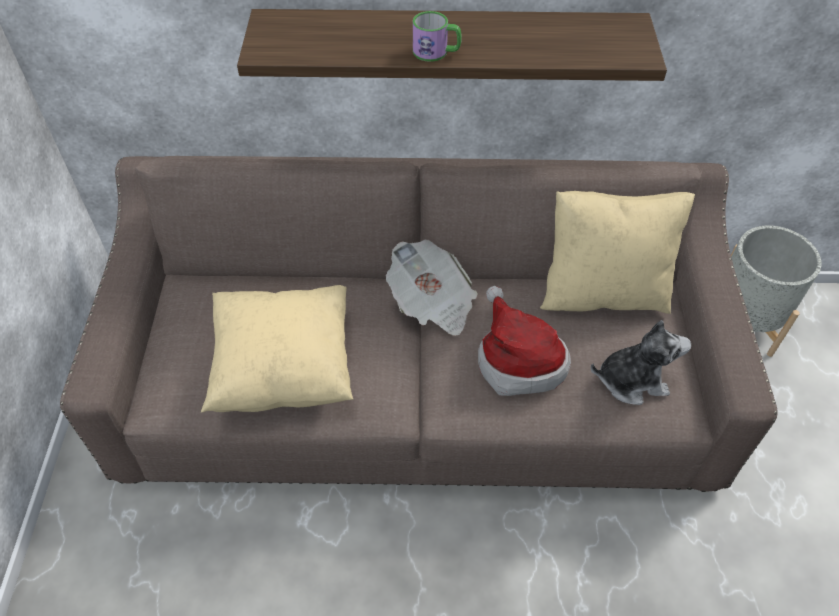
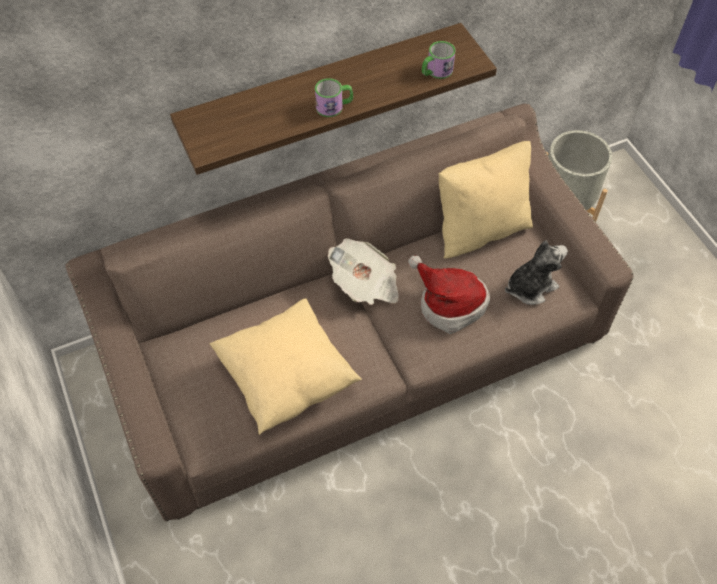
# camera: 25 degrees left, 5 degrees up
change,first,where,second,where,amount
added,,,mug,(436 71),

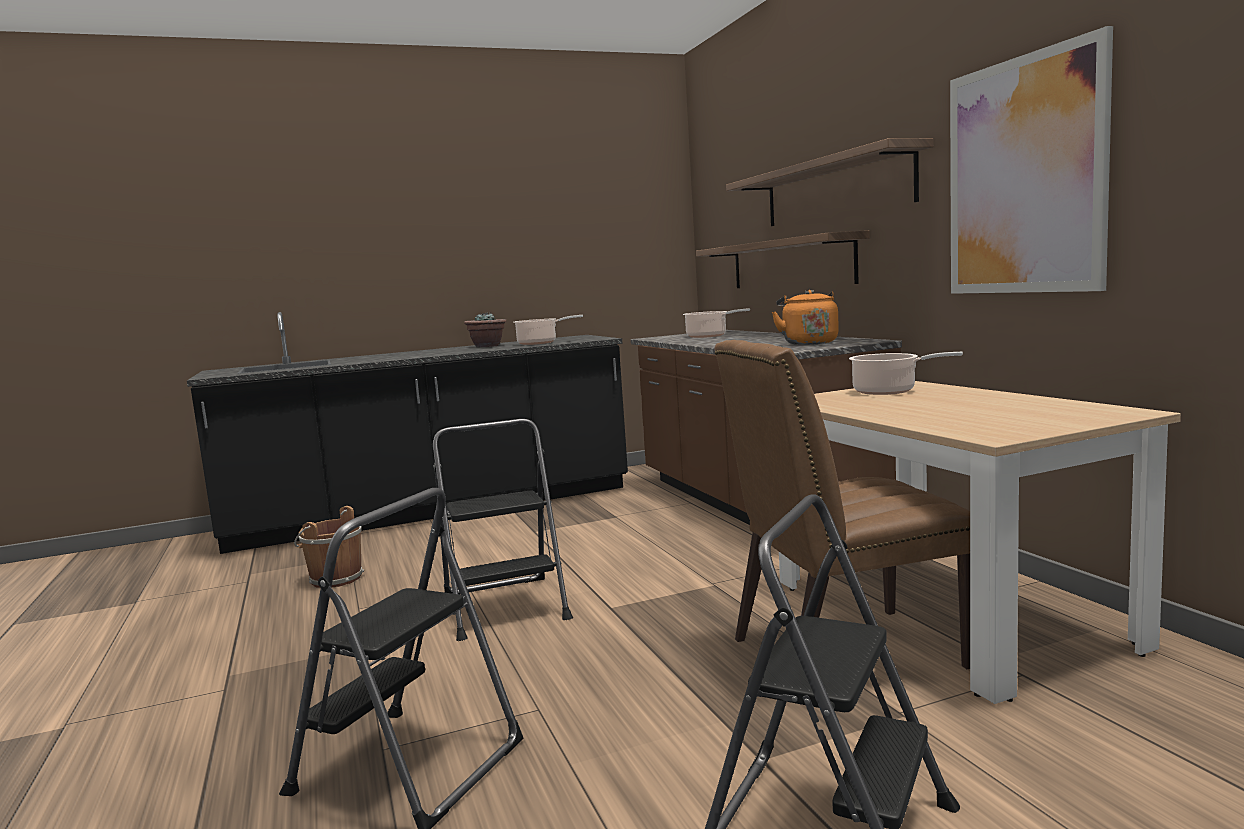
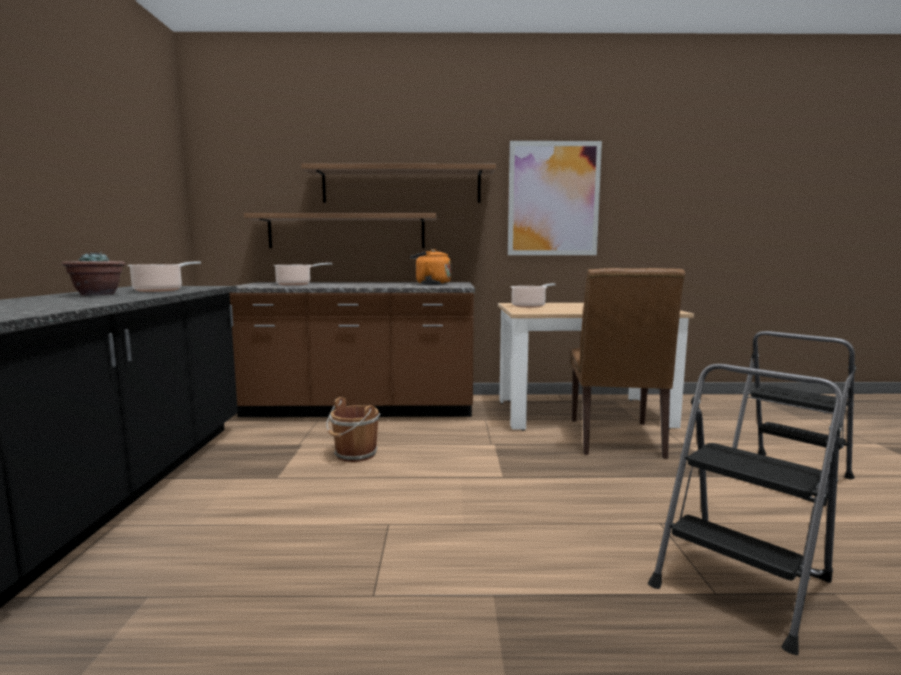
# camera: 70 degrees left, 0 degrees up
change,first,where,second,where,amount
moved,bucket (brown),(334 579),,(354 455),
removed,step ladder (black),(505 604),,,

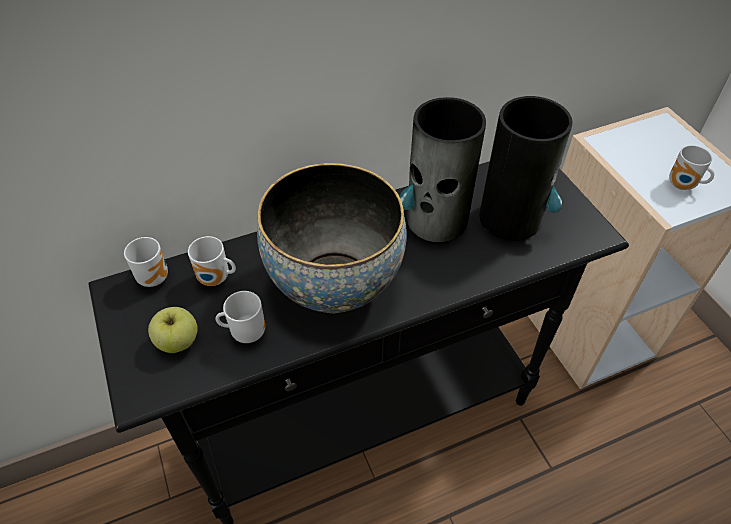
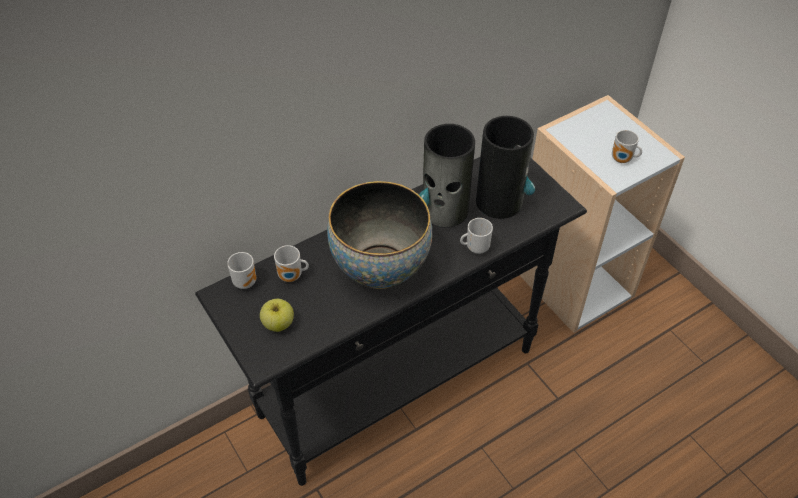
# camera: 10 degrees left, 0 degrees up
change,first,where,second,where,amount
moved,mug,(246 332),,(475 247),

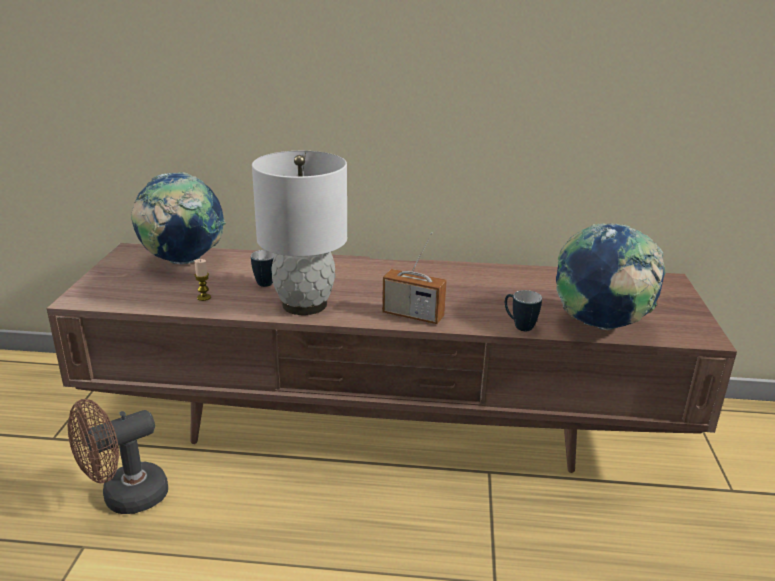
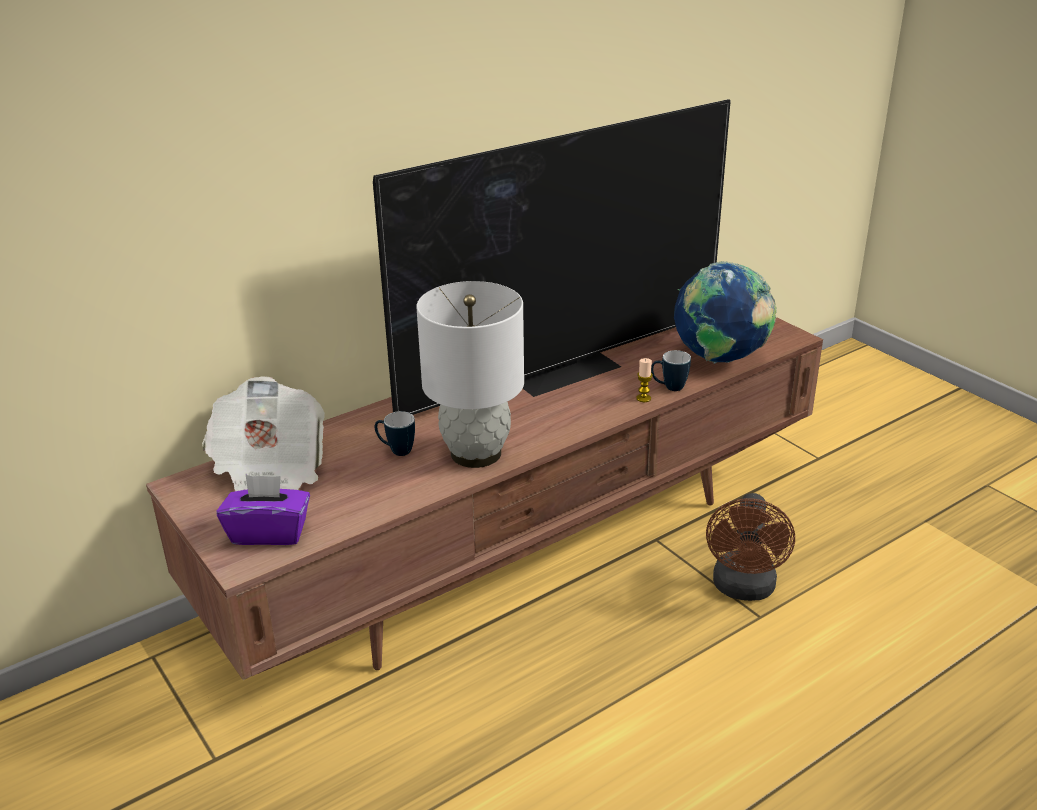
# camera: 40 degrees left, 5 degrees up
change,first,where,second,where,amount
moved,fan (brown),(125 498),,(743 589),
replaced,globe,(182 261),newspaper,(269 470),
moved,candle,(204 297),,(643 398),
removed,radio,(413 315),,,
added,,,tissue box (purple),(269 532),
added,,,television,(563 368),

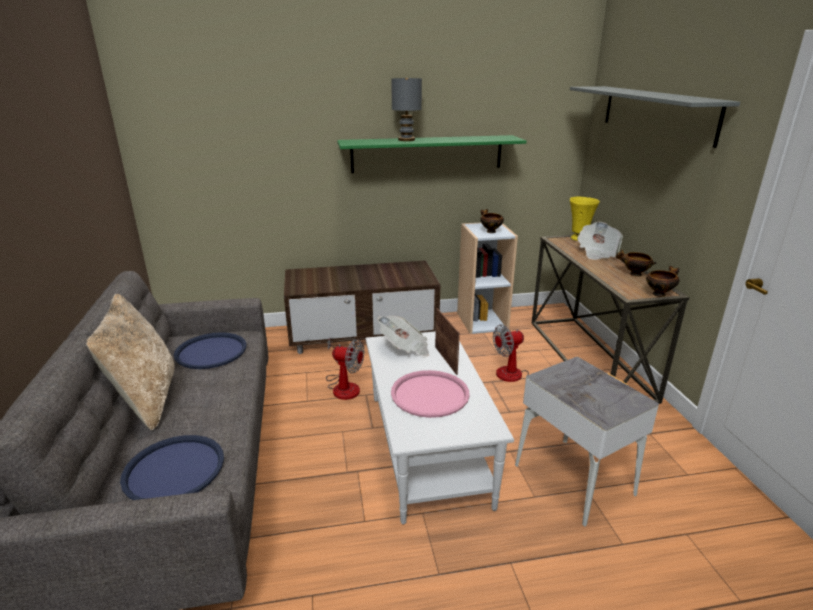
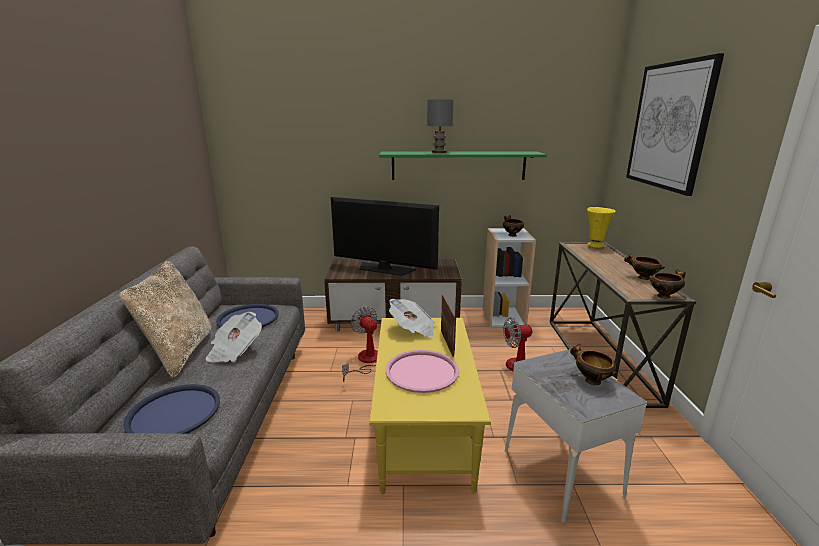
# camera: 10 degrees right, 5 degrees down
change,first,where,second,where,amount
turned,fan,(344 386),,(365 361),150 degrees counterclockwise
recoloured,coffee table (white),(427 447),coffee table (yellow),(424 423),
replaced,shelf (grey),(656 113),picture,(669 126),
moved,newspaper,(597 252),,(234 350),
added,,,television,(384 269),
added,,,bowl,(591 380),

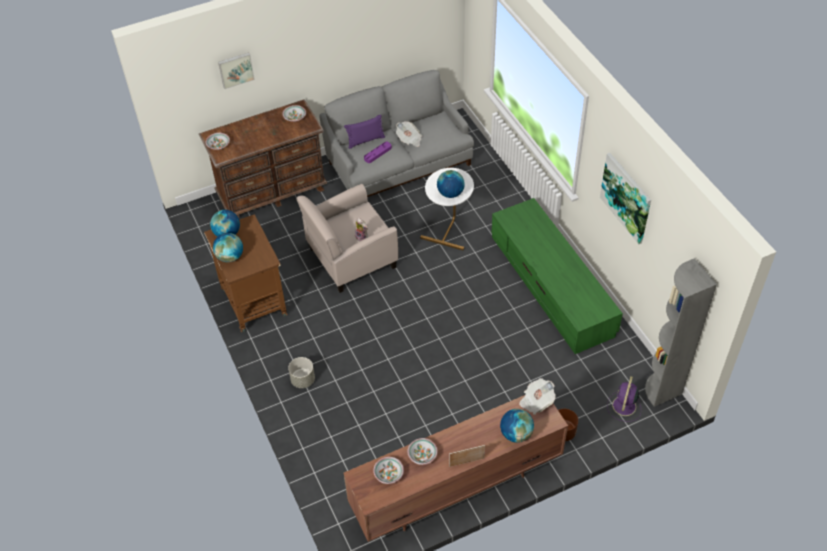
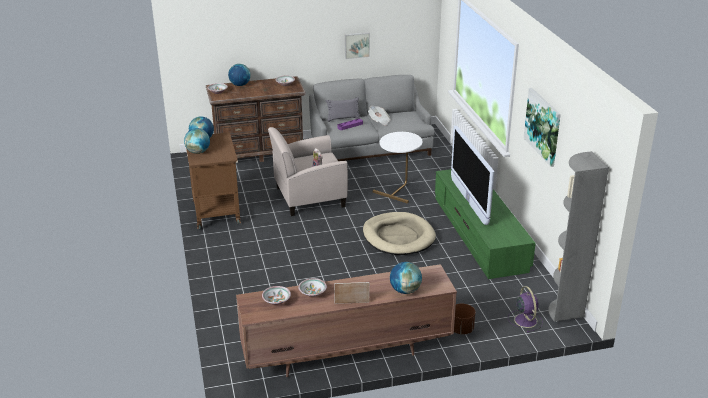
# camera: 10 degrees right, 20 degrees down
change,first,where,second,where,amount
moved,picture,(235 69),,(356 45),
removed,planter (grey),(303 380),,,
recoloured,pillow (purple),(365 140),pillow (grey),(343 118),
moved,globe,(450 193),,(240 85),
removed,newspaper,(536 401),,,
turned,fan (purple),(624 407),,(525 320),135 degrees clockwise
added,,,dog bed (beige),(398 237),
added,,,television,(469 201),

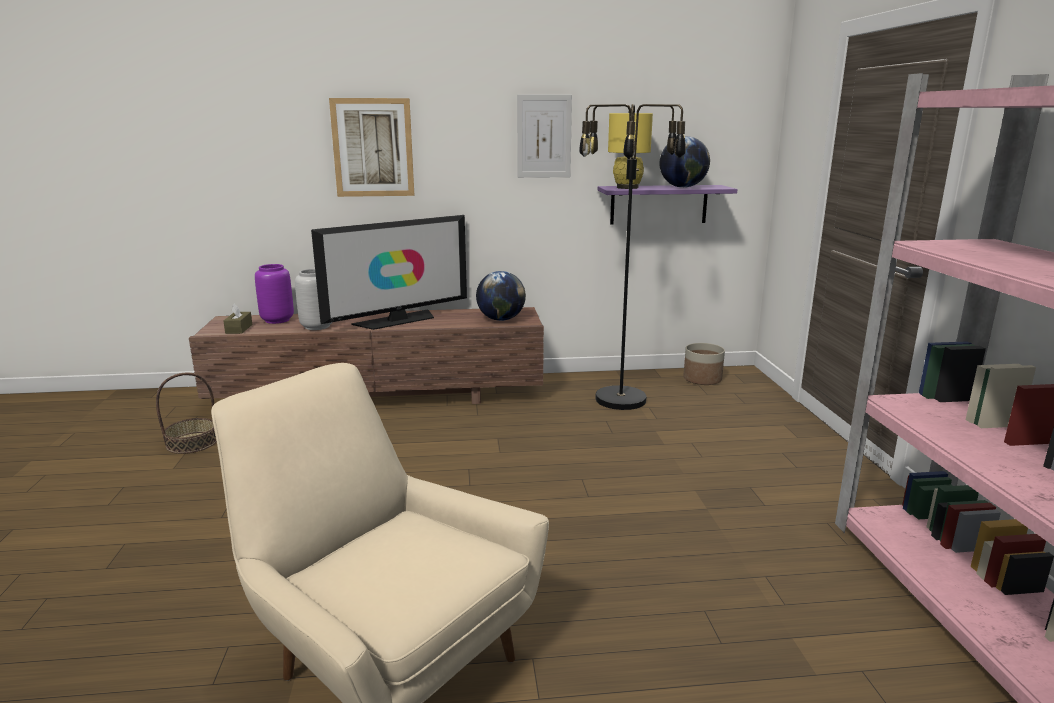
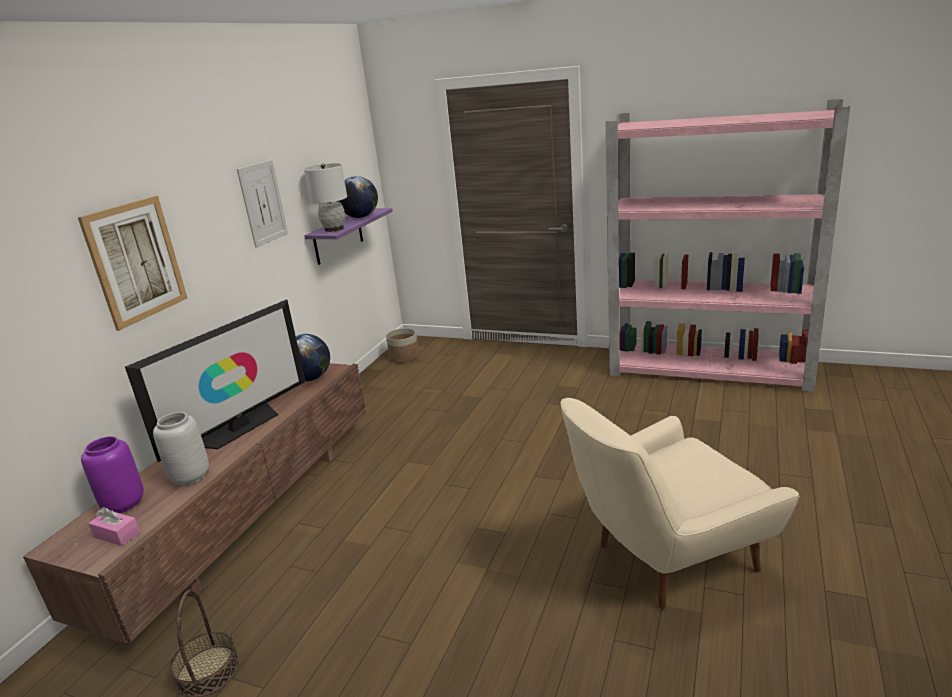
# camera: 60 degrees left, 5 degrees up
change,first,where,second,where,amount
recoloured,tissue box (brown),(239 329),tissue box (pink),(117 534),
turned,television,(397 320),,(239 427),45 degrees clockwise
removed,floor lamp,(620 400),,,
recoloured,table lamp (yellow),(627 187),table lamp (white),(334 229),

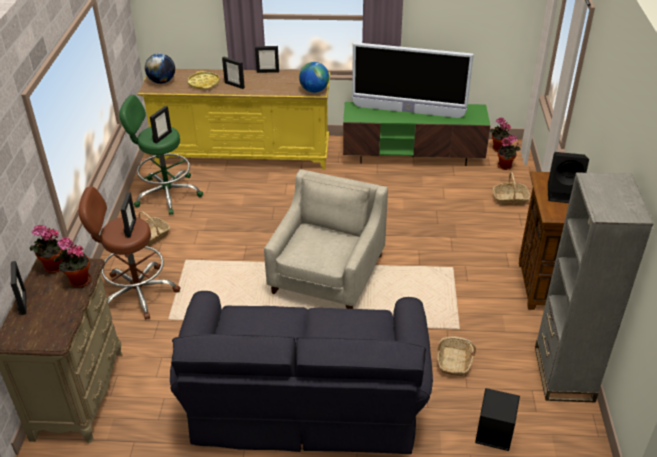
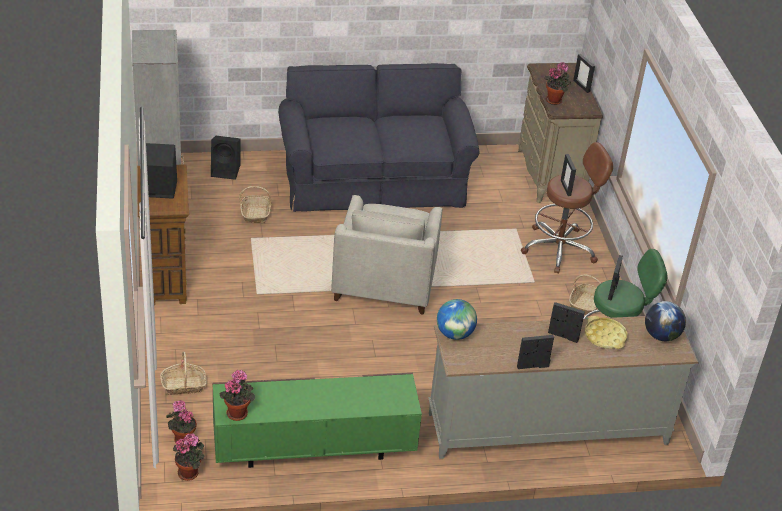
# camera: 165 degrees right, 0 degrees up
change,first,where,second,where,amount
moved,potted plant,(53 268),,(237 412),
recoloured,cabinet (yellow),(243 155),cabinet (grey),(547 427),
removed,television,(408 112),,,

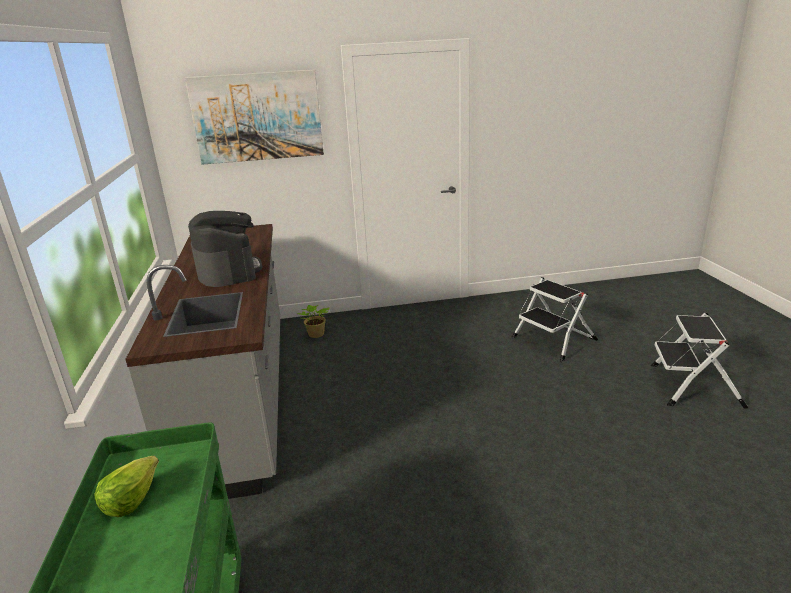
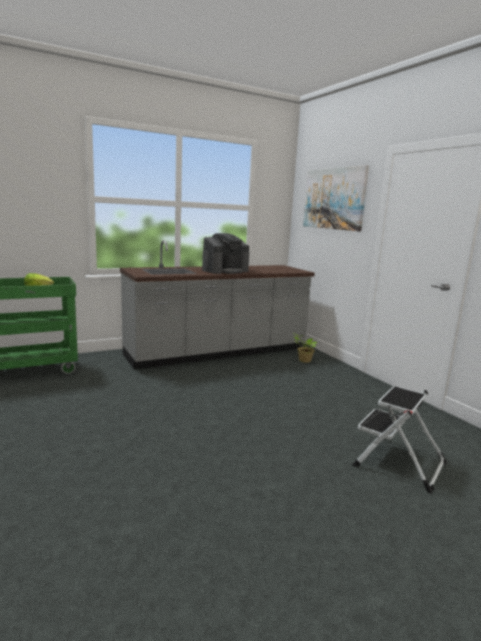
# camera: 70 degrees right, 10 degrees down
change,first,where,second,where,amount
removed,step ladder,(694 386),,,

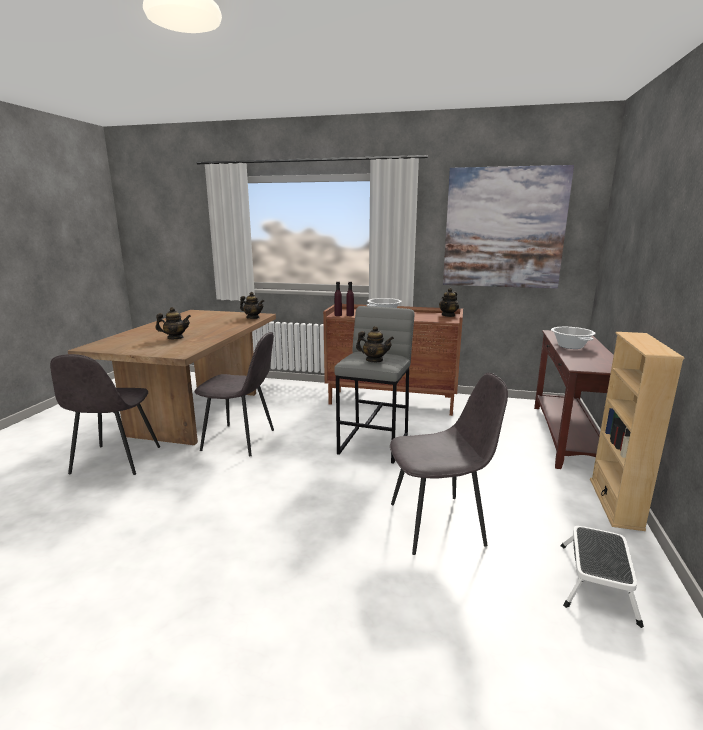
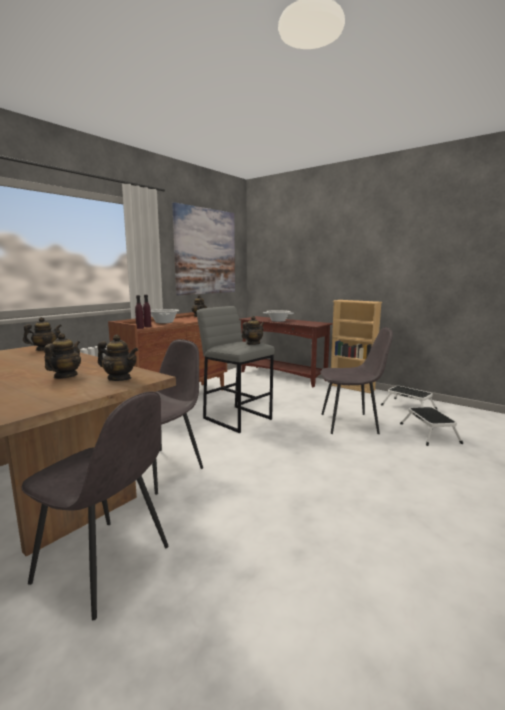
# camera: 65 degrees left, 5 degrees down
change,first,where,second,where,amount
turned,chair (grey),(439 523),,(350 423),75 degrees clockwise
added,,,teapot,(119 378),
added,,,step ladder (black),(429 433),

